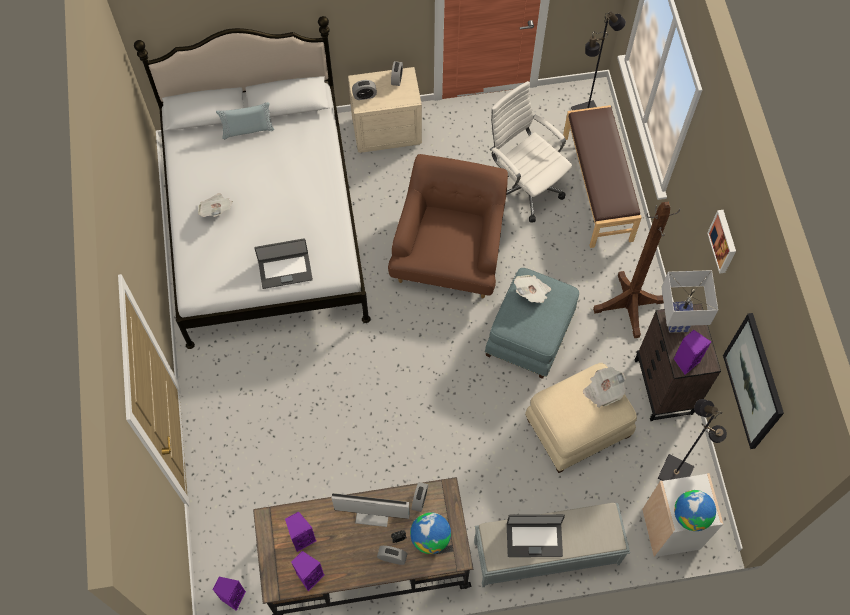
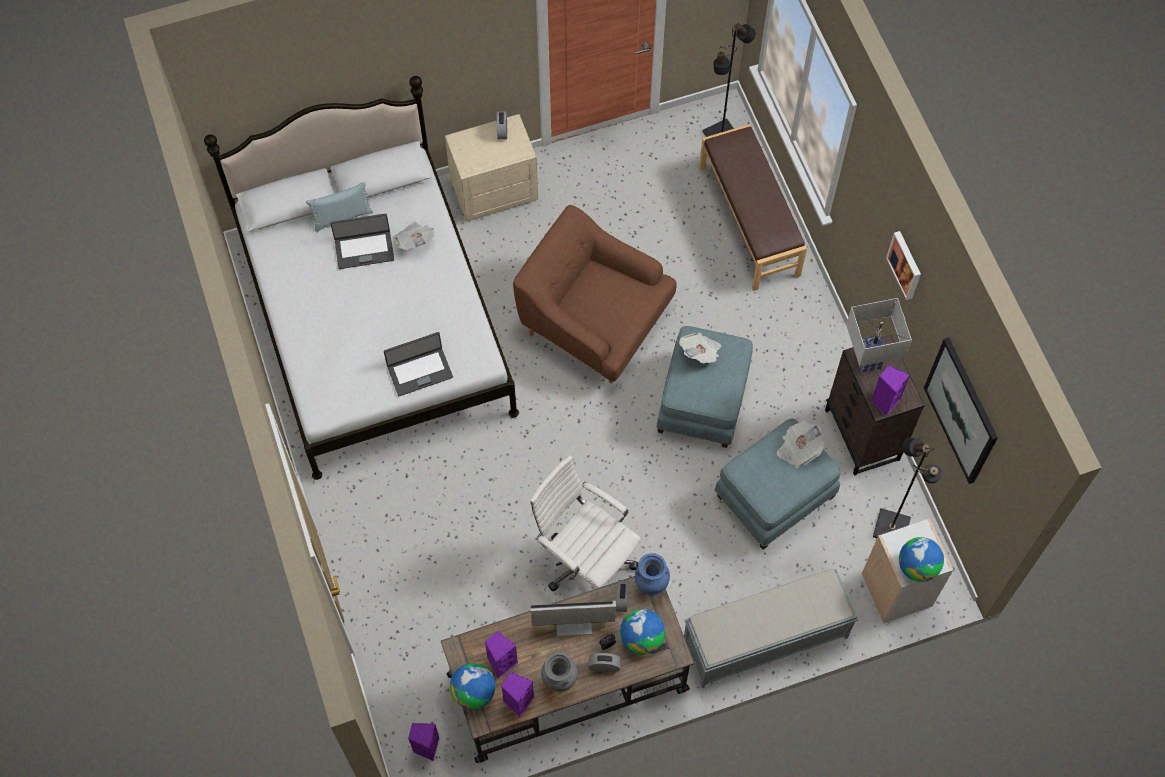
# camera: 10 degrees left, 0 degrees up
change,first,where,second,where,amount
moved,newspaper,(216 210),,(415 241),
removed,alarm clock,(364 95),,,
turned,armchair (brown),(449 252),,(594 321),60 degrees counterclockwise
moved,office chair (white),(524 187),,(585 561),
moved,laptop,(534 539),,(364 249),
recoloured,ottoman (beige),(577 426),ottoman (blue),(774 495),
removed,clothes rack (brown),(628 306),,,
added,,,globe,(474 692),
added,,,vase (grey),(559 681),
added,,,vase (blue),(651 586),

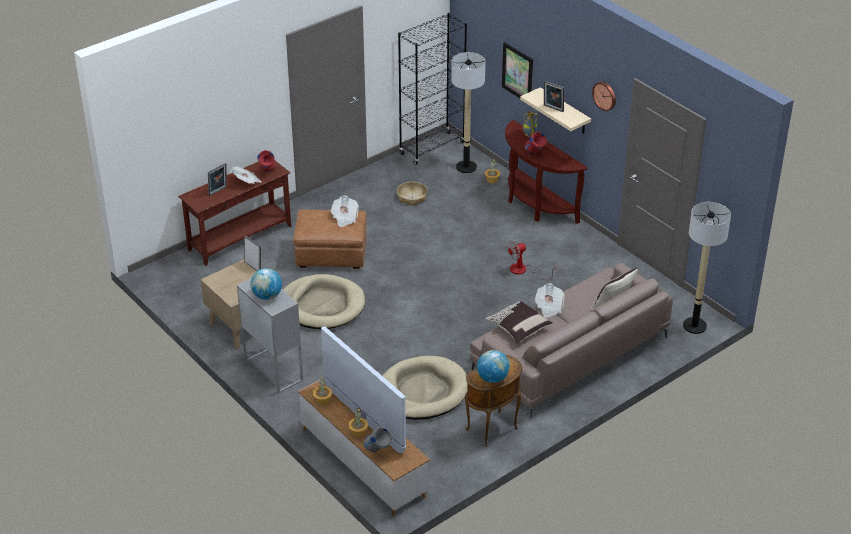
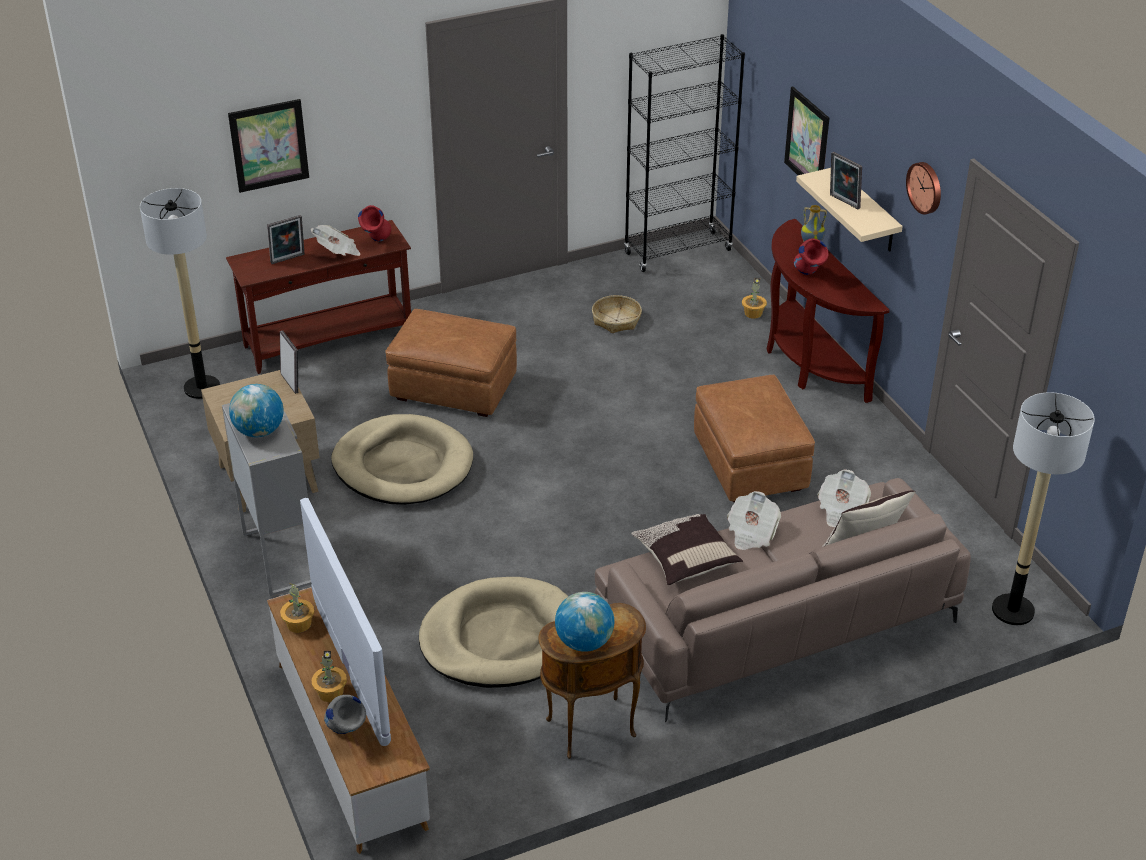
# camera: 15 degrees right, 0 degrees up
change,first,where,second,where,amount
moved,newspaper,(344 218),,(841 511),
moved,floor lamp,(466 167),,(202 387),
replaced,fan,(524 271),ottoman (brown),(750 464),
added,,,picture,(269 145),

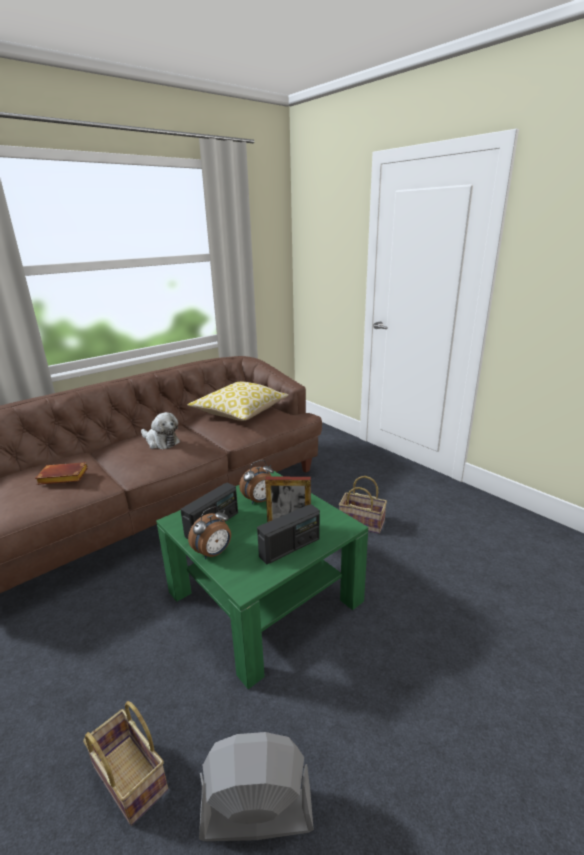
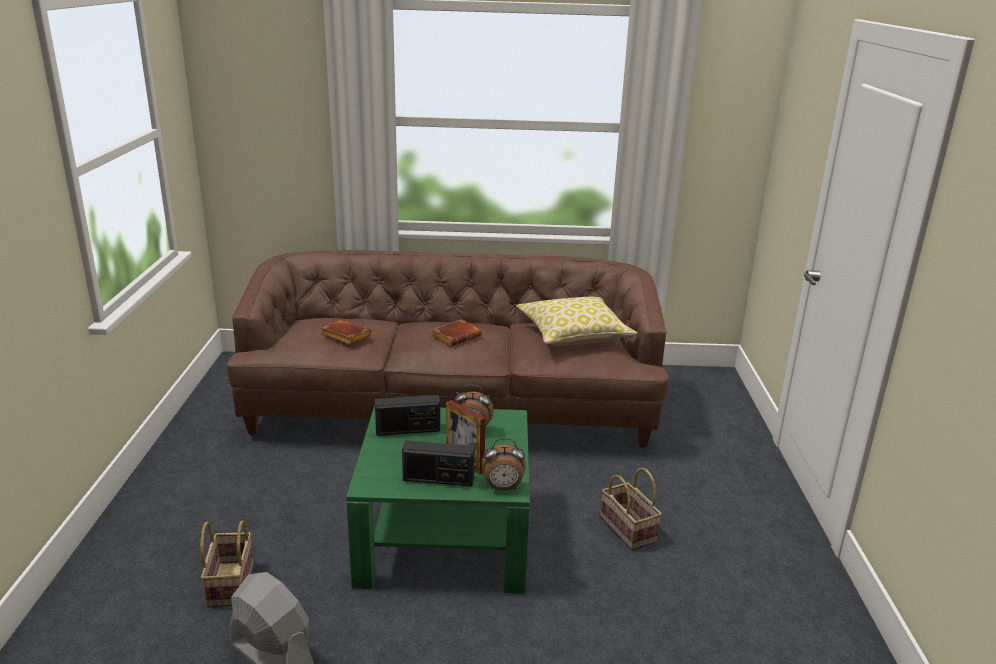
# camera: 40 degrees right, 0 degrees up
change,first,where,second,where,amount
replaced,plush toy,(161 442),book (brown),(456 336),
moved,alarm clock,(213 553),,(503 488),

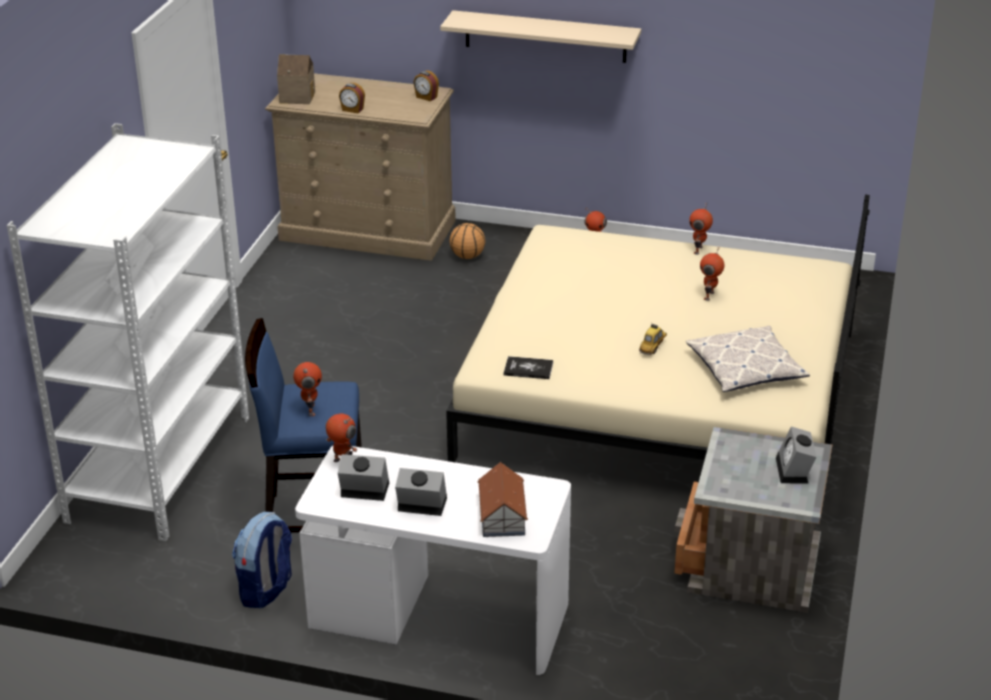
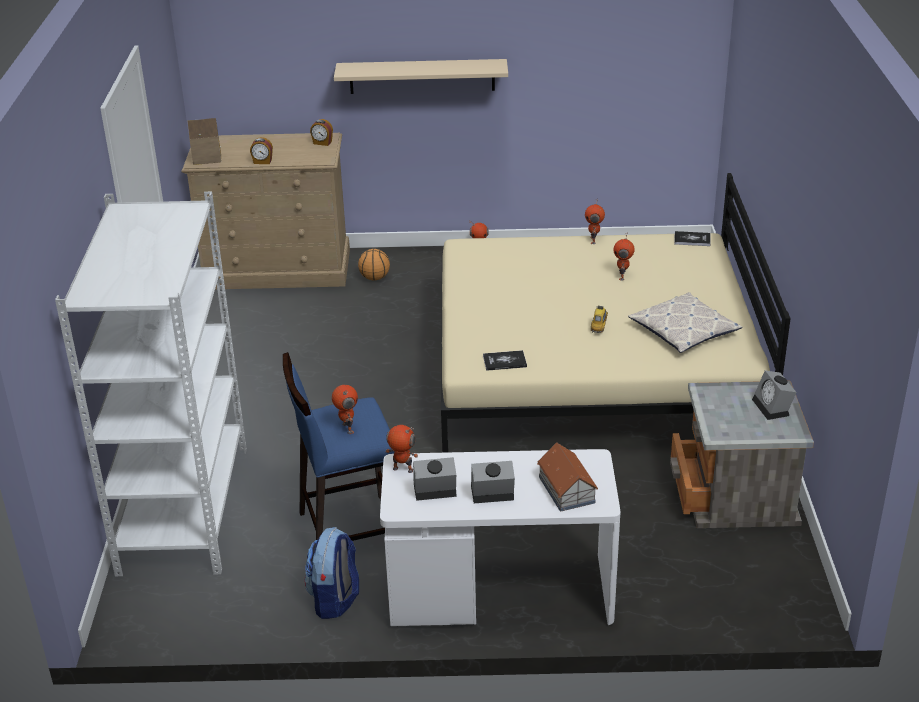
# camera: 15 degrees left, 0 degrees up
change,first,where,second,where,amount
added,,,book,(692 239),

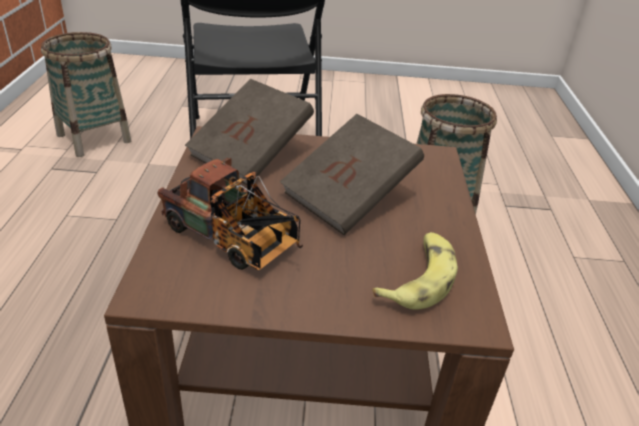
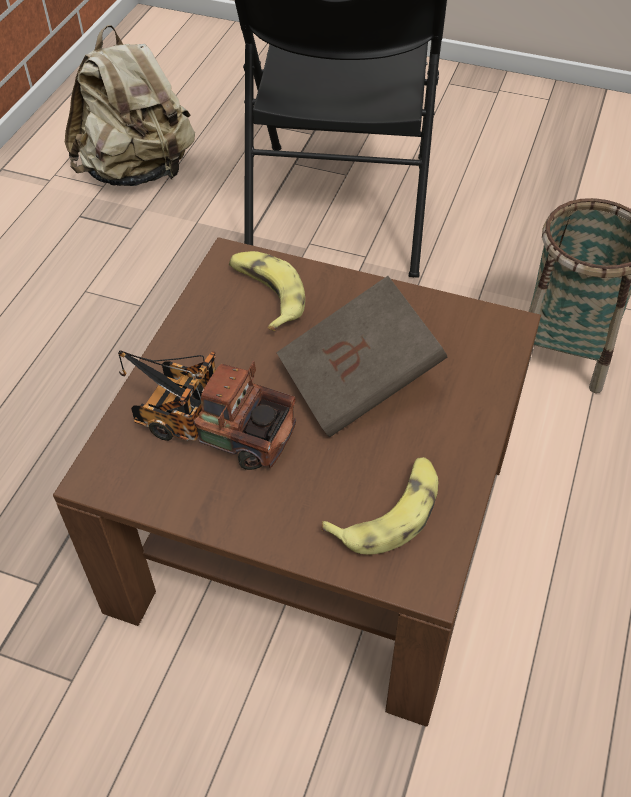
# camera: 20 degrees right, 15 degrees up
change,first,where,second,where,amount
replaced,basket,(94 138),backpack (beige),(138 171),
turned,toy truck,(235 241),,(206 425),150 degrees clockwise
replaced,book (brown),(250 154),banana,(266 295),

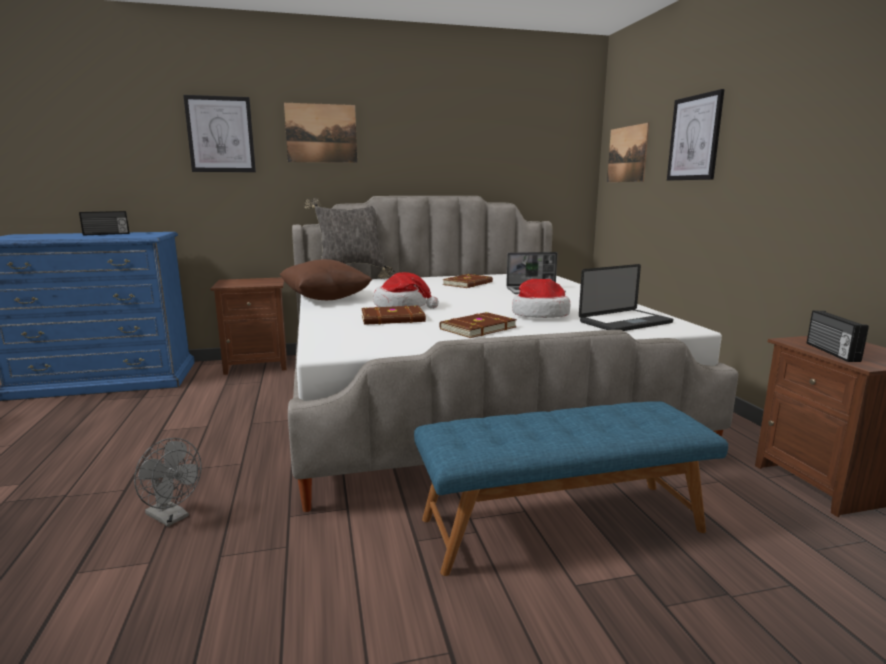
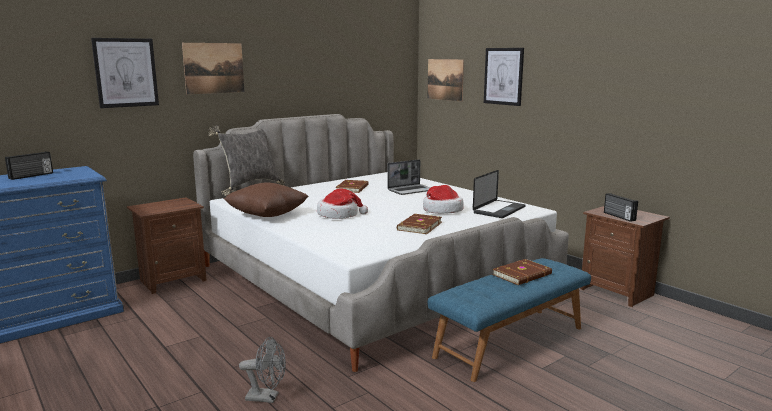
# camera: 25 degrees left, 0 degrees up
change,first,where,second,where,amount
moved,book (brown),(393 319),,(523 275),

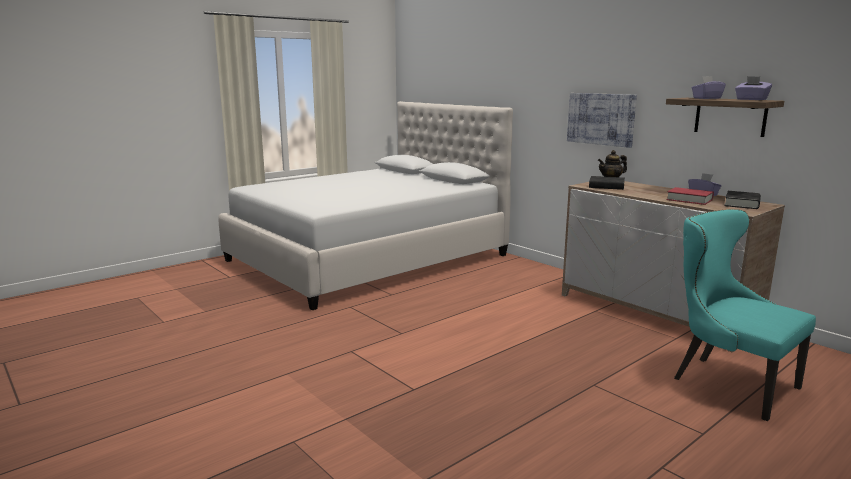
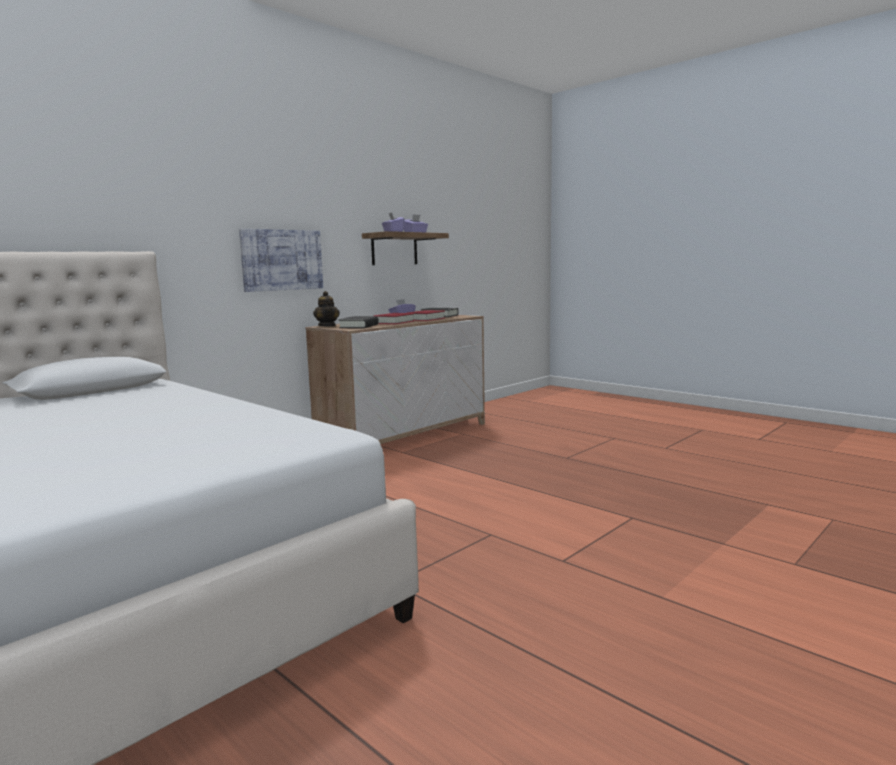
# camera: 95 degrees left, 5 degrees down
change,first,where,second,where,amount
removed,chair (turquoise),(729 383),,,
added,,,book (red),(393 322),

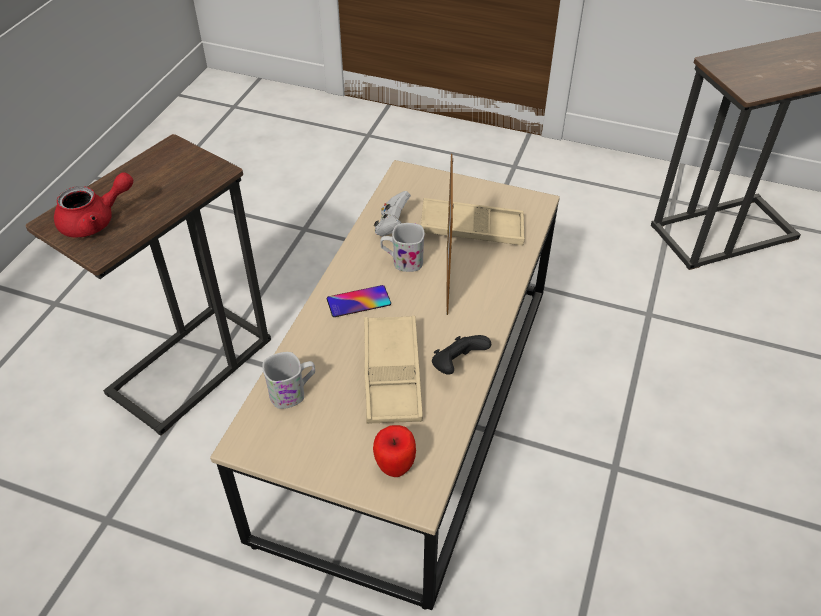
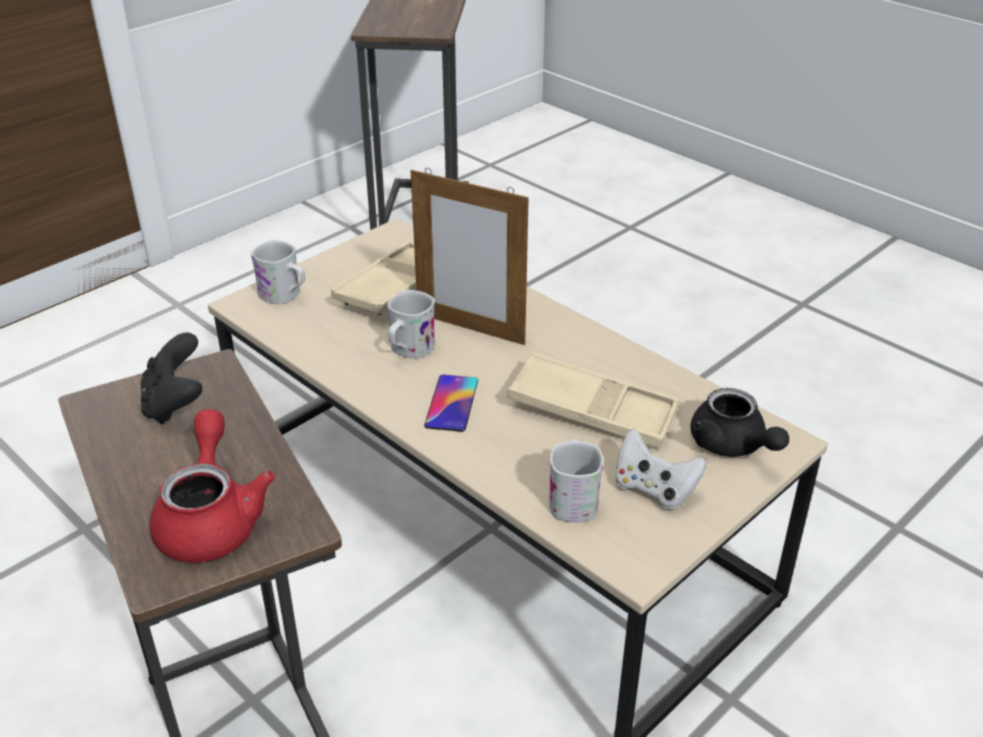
# camera: 65 degrees left, 10 degrees down
change,first,where,second,where,amount
replaced,apple,(395 467),teapot (black),(732 446),
moved,game controller (white),(392 226),,(654 489),
moved,game controller (black),(457 365),,(175 404),
added,,,mug (white),(285 296),

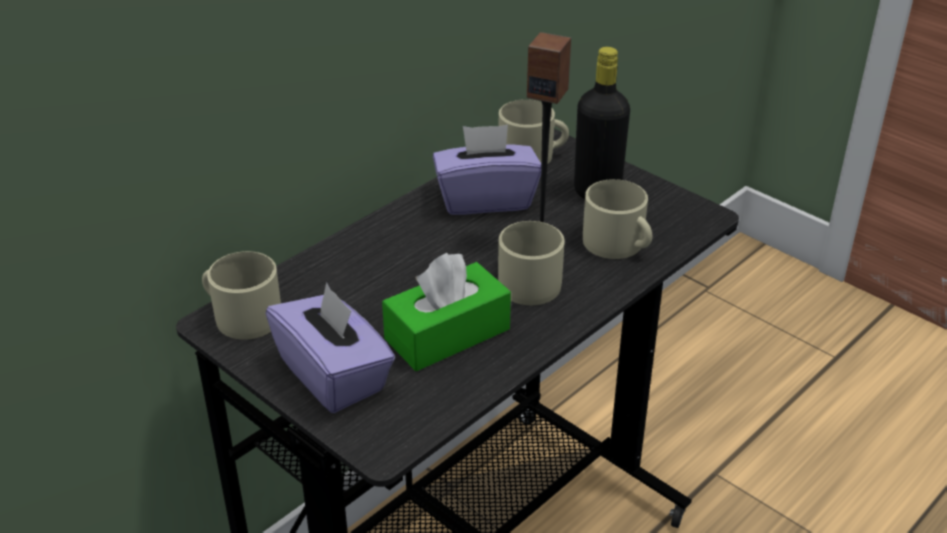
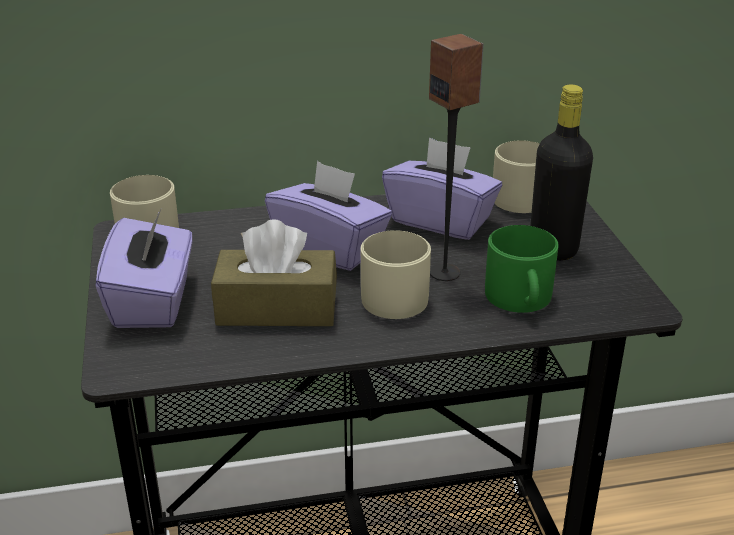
# camera: 35 degrees right, 5 degrees down
change,first,where,second,where,amount
recoloured,tissue box (green),(447 334),tissue box (brown),(277 308),
recoloured,mug (beige),(618 244),mug (green),(520 299),
added,,,tissue box (purple),(330 248),

